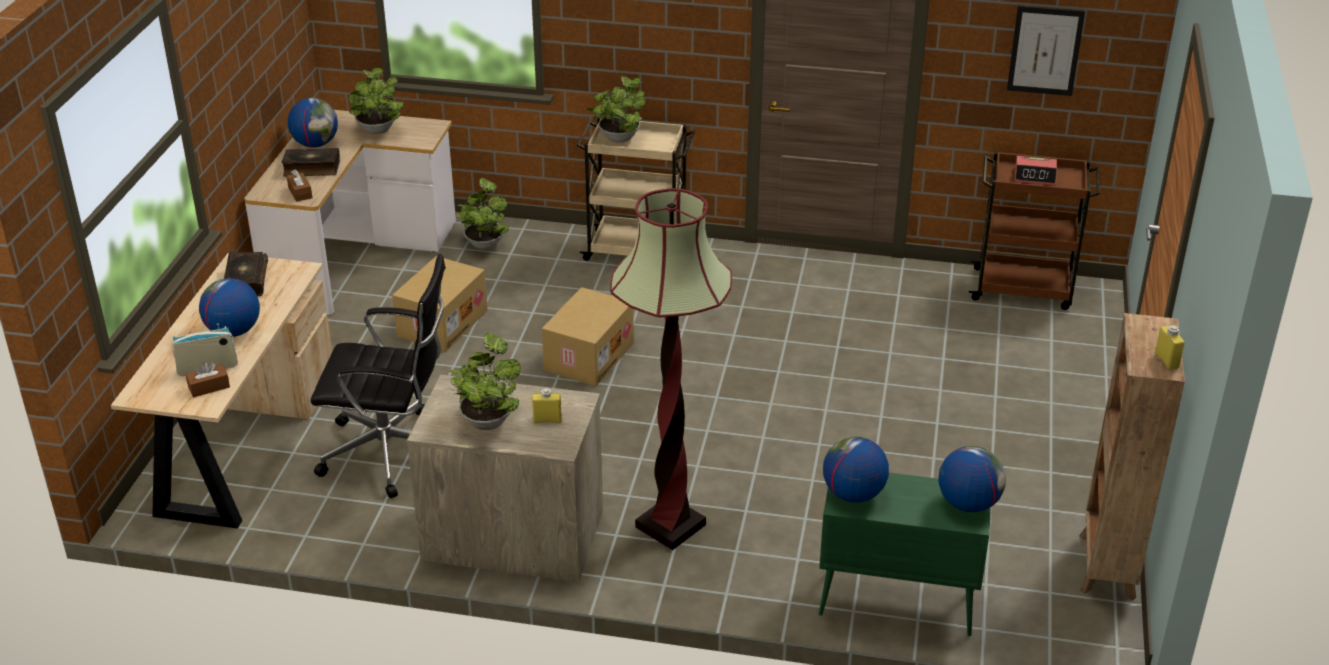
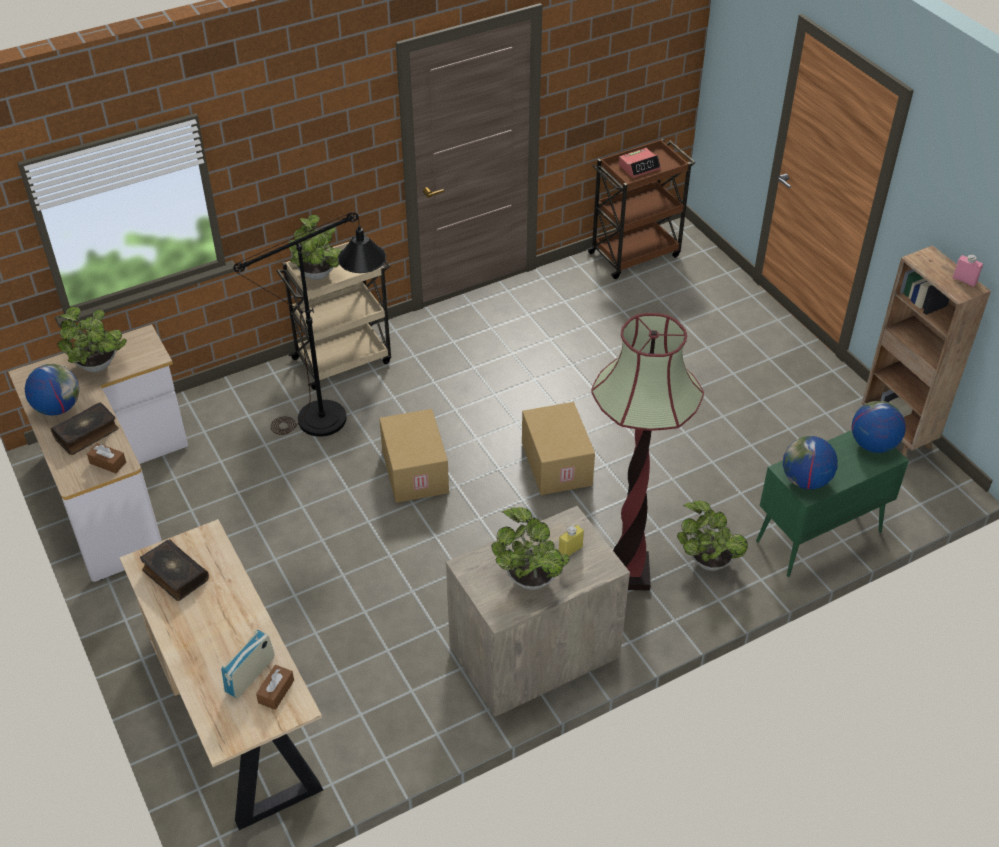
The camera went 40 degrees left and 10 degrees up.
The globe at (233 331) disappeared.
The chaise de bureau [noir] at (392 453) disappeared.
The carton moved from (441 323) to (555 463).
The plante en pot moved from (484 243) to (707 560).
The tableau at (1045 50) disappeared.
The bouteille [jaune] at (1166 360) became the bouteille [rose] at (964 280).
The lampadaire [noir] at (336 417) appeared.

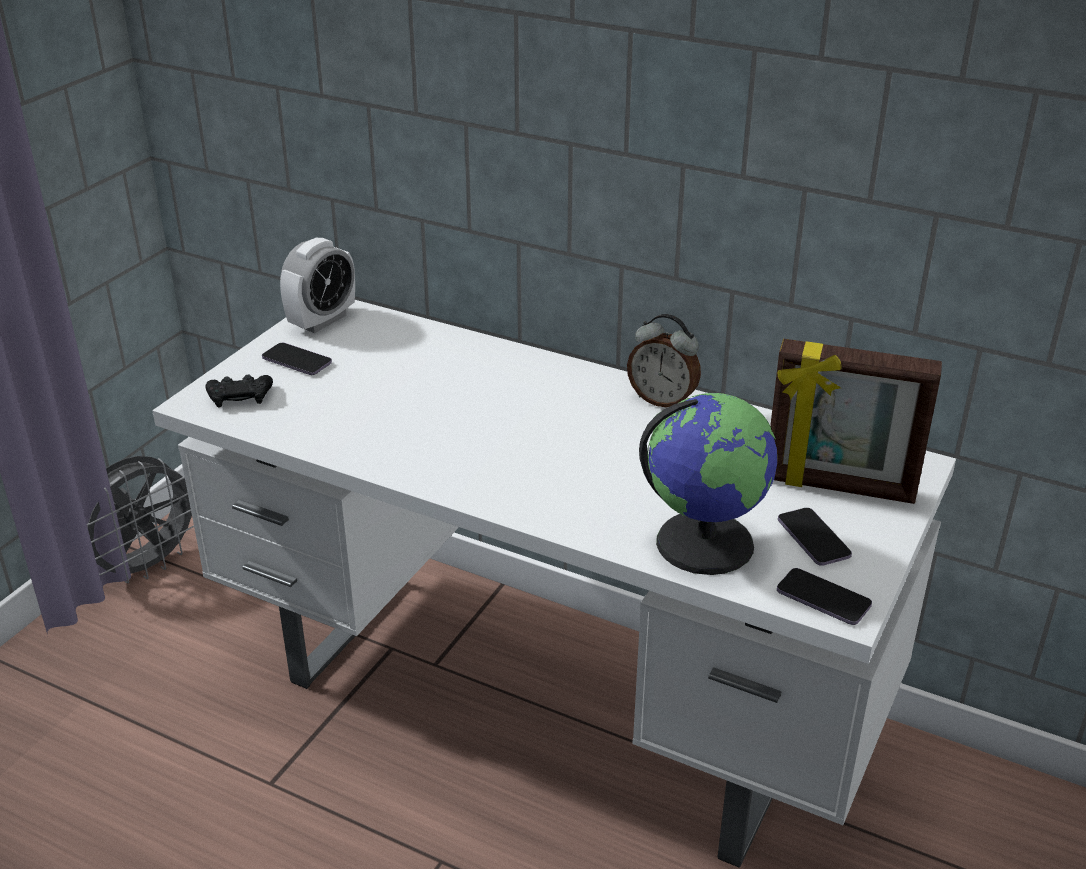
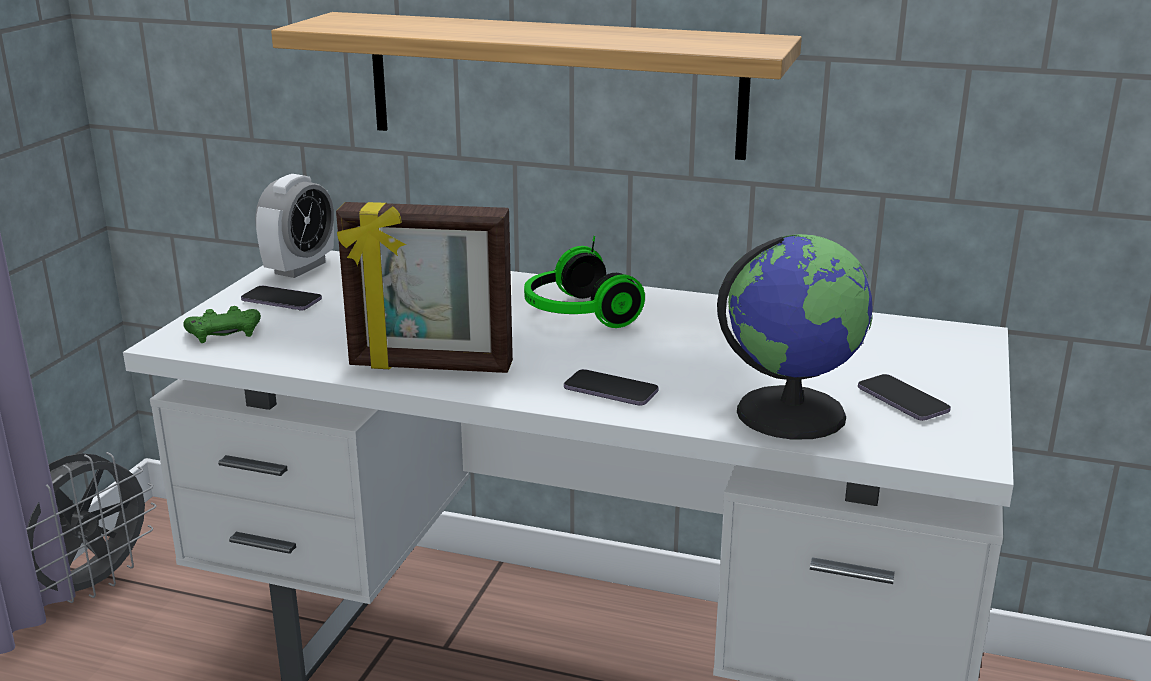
The camera went 10 degrees left and 10 degrees down.
The manette [noir] at (240 396) became the manette [vert] at (224 333).
The réveil at (662 400) disappeared.
The cadre photo moved from (839 487) to (430 366).
The téléphone moved from (823 599) to (610 390).
The étagère at (553 84) appeared.
The casque audio at (576 314) appeared.

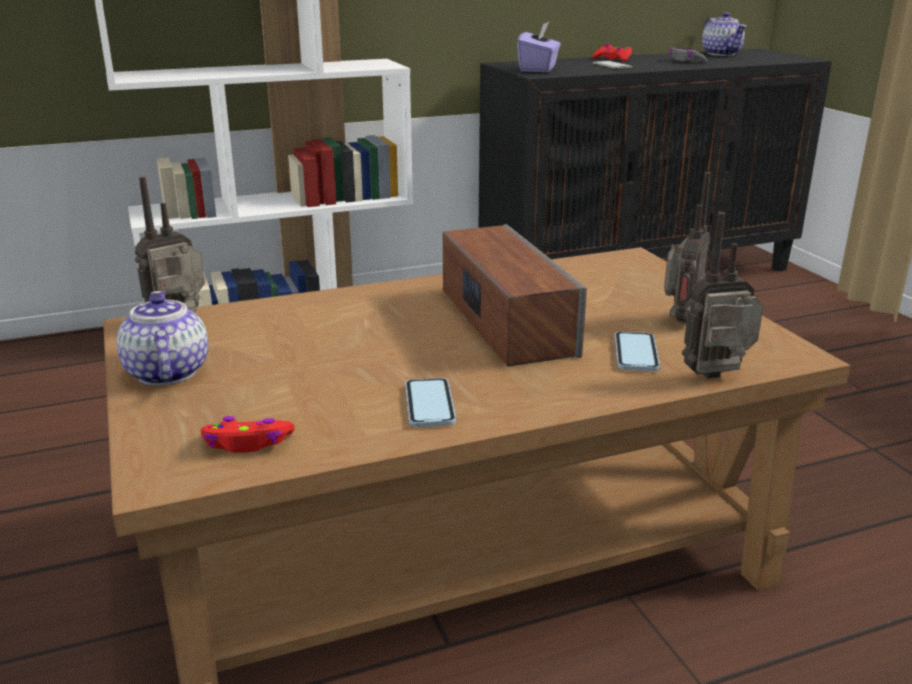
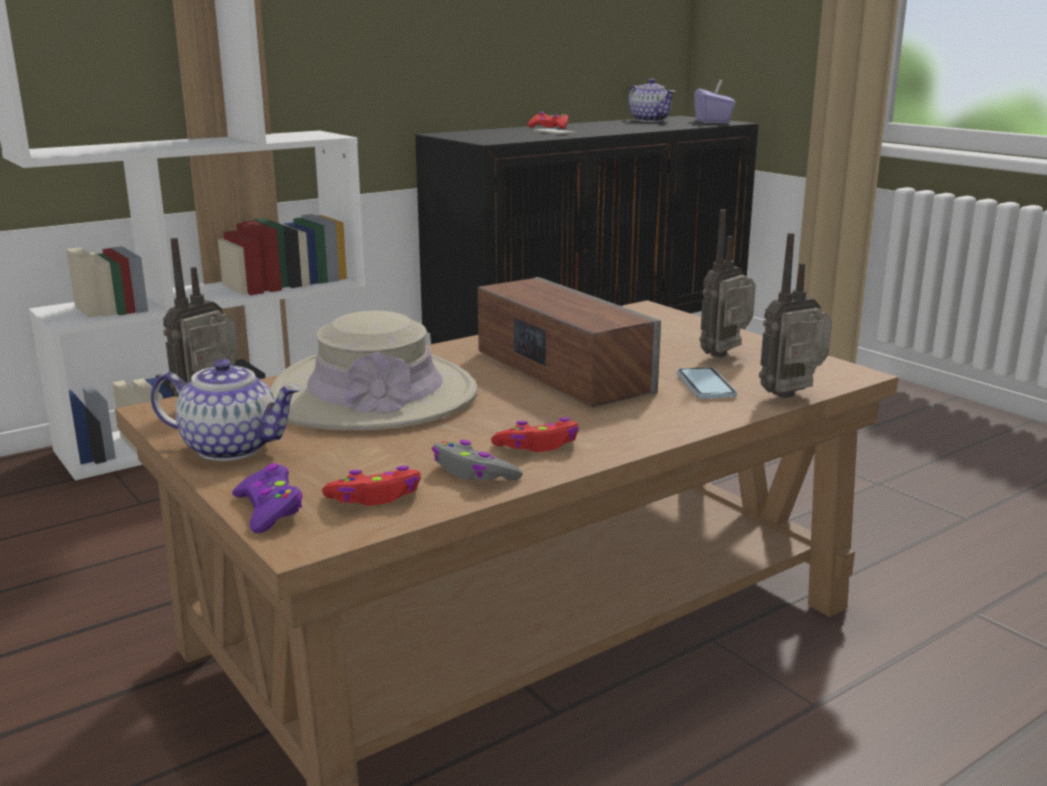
The camera went 15 degrees left and 5 degrees down.
The théière at (166 372) turned 135 degrees clockwise.
The téléphone at (429 405) was replaced by the manette [rouge] at (538 446).
The boîte à mouchoirs [violet] moved from (538 69) to (713 121).
The radio at (679 321) turned 150 degrees counterclockwise.
The manette [gris] moved from (686 61) to (474 473).
The manette [violet] at (269 509) appeared.
The chapeau [beige] at (374 395) appeared.

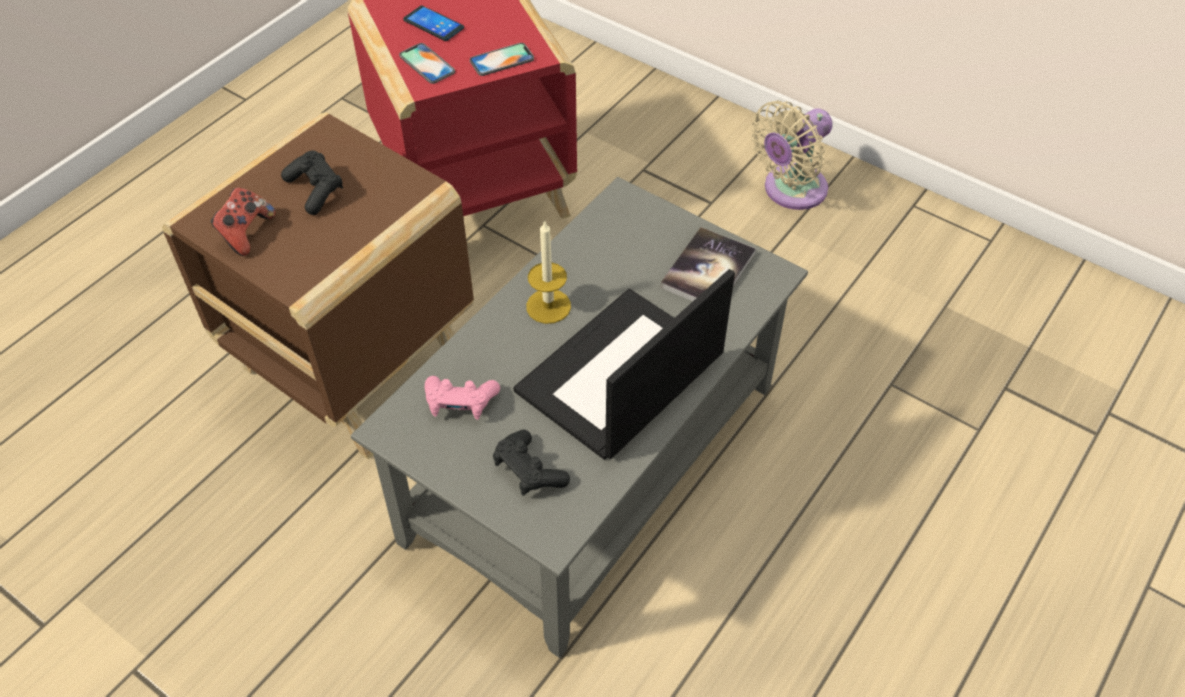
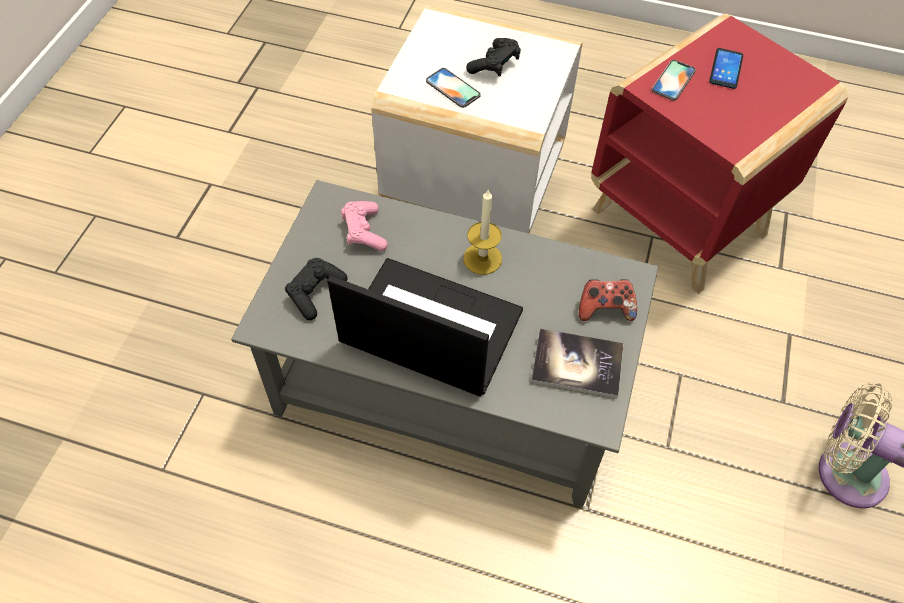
The camera went 70 degrees right and 5 degrees up.
The table d'appoint [marron] at (351 366) became the table d'appoint [blanc] at (473 204).
The manette moved from (246 233) to (604 308).
The téléphone moved from (502 60) to (453 88).

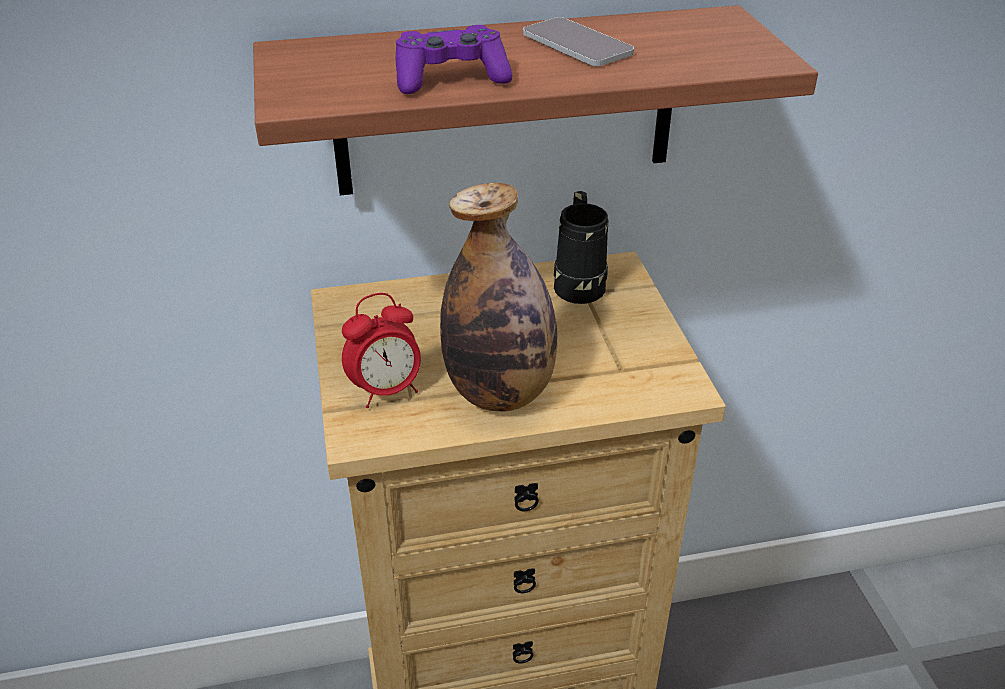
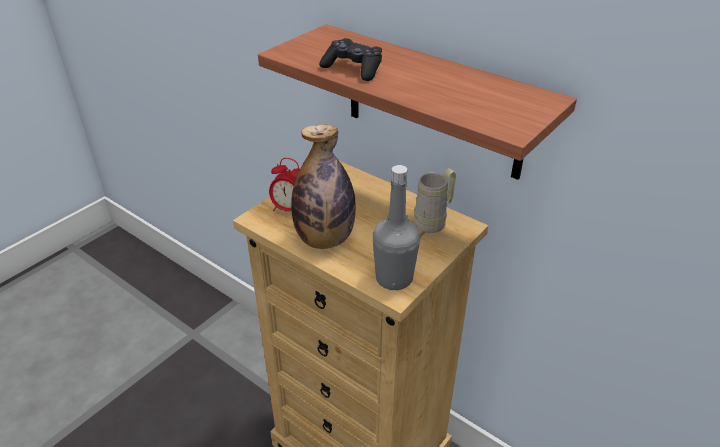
The camera went 50 degrees right and 0 degrees up.
The manette [violet] at (451 78) became the manette [noir] at (353 69).
The téléphone at (577 44) disappeared.
The mug [noir] at (579 283) became the mug [beige] at (434 221).
The bouteille [gris] at (394 278) appeared.

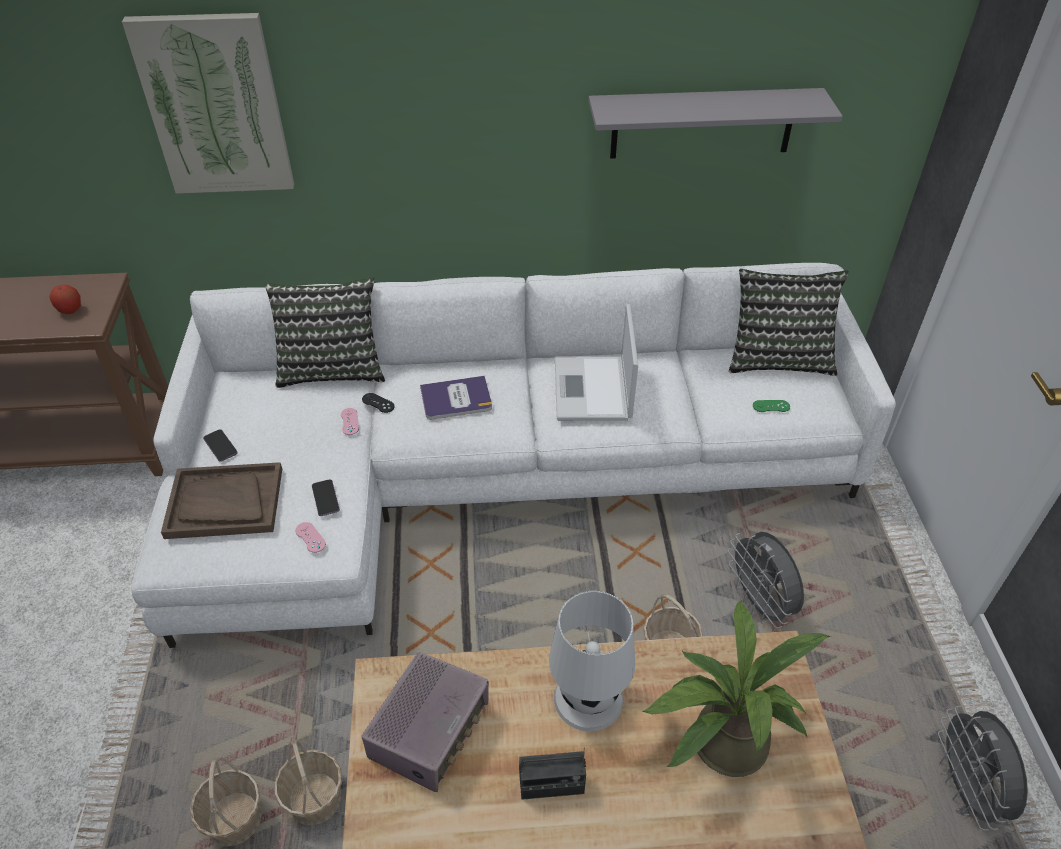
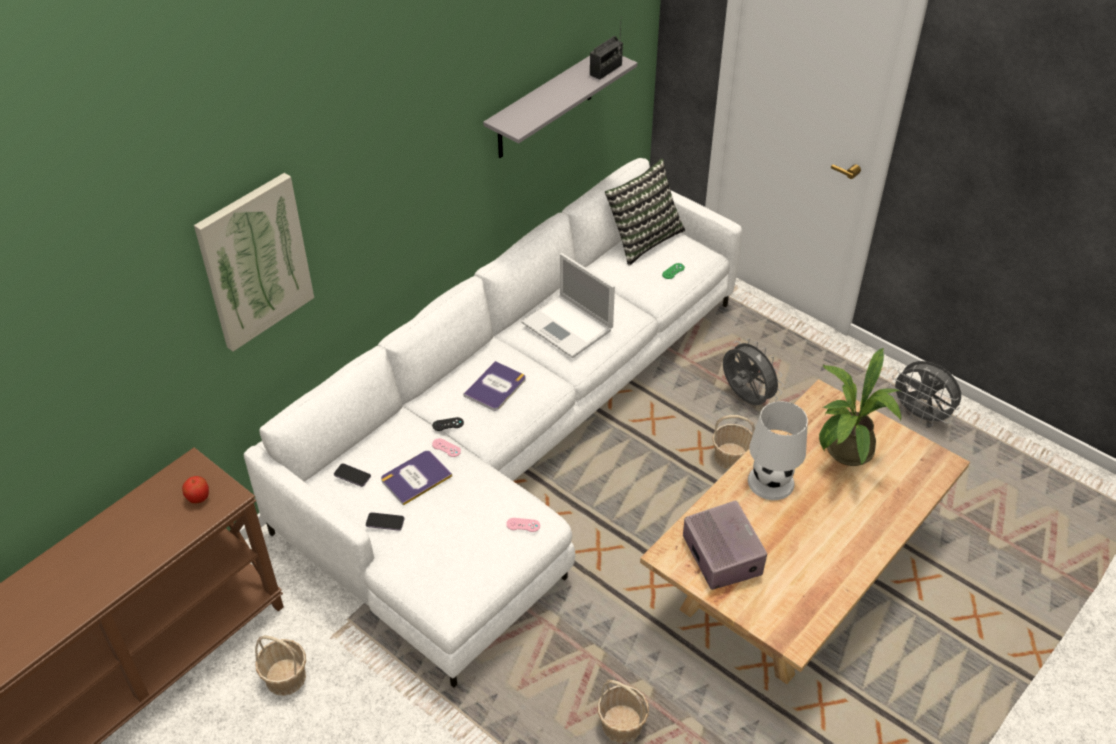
The camera went 45 degrees left and 0 degrees up.
The plateau [marron] at (224 503) disappeared.
The coussin at (332 368) disappeared.
The panier moved from (315 798) to (285 677).
The téléphone moved from (325 498) to (352 476).
The radio moved from (551 785) to (606 70).
The ventilateur [gris] at (760 604) turned 150 degrees counterclockwise.
The livre at (416 478) appeared.

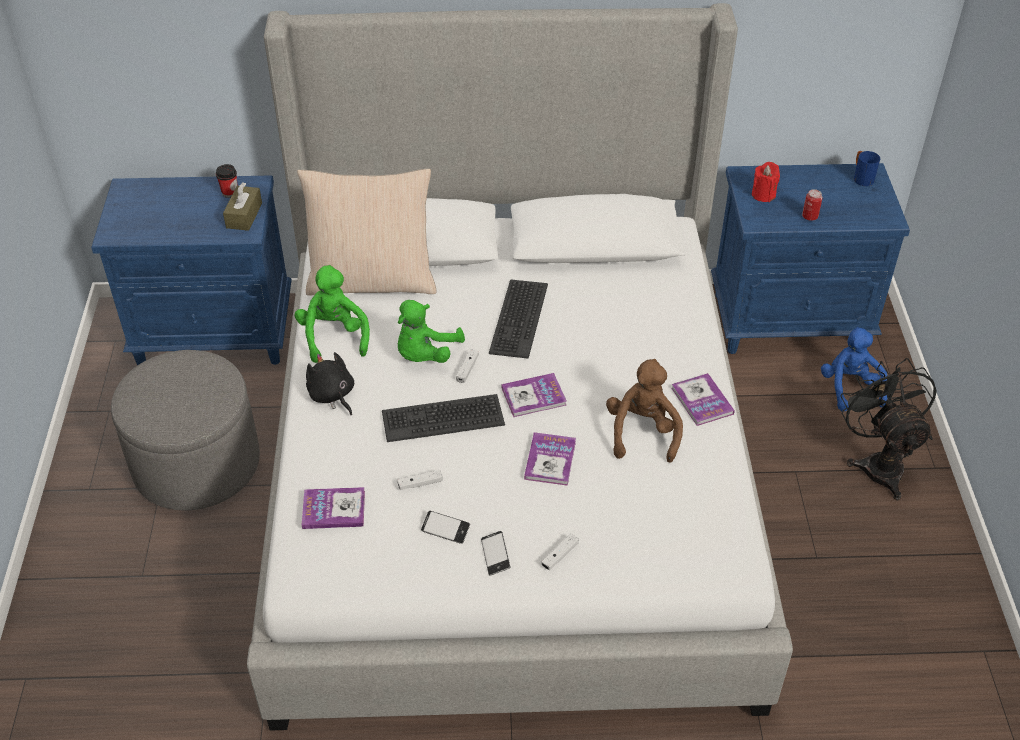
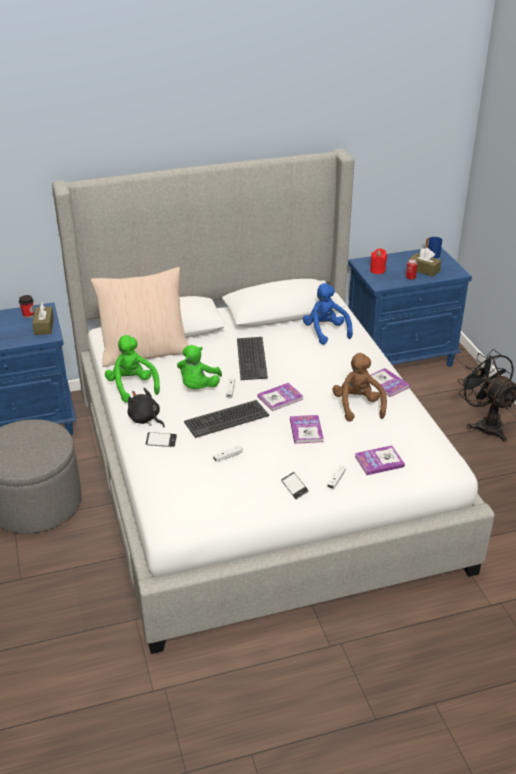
The camera went 15 degrees left and 10 degrees down.
The livre moved from (333 509) to (379 461).
The téléphone moved from (445 529) to (161 441).
The peluche [bleu] moved from (850 388) to (325 331).
The boîte à mouchoirs [marron] at (424 270) appeared.

